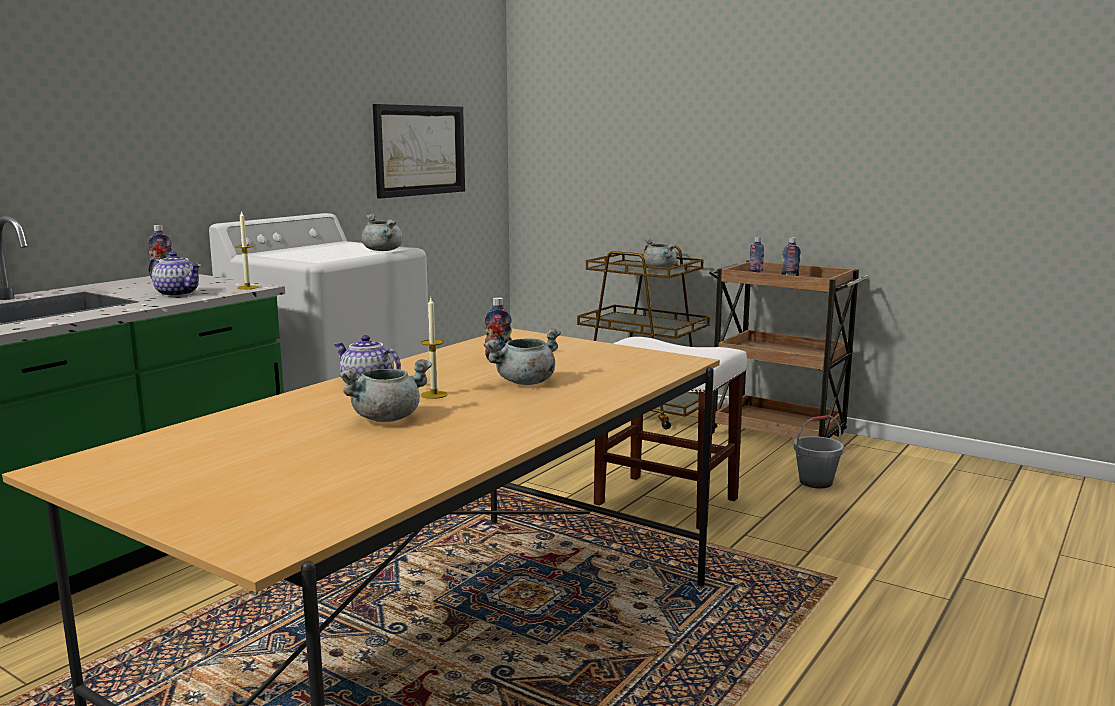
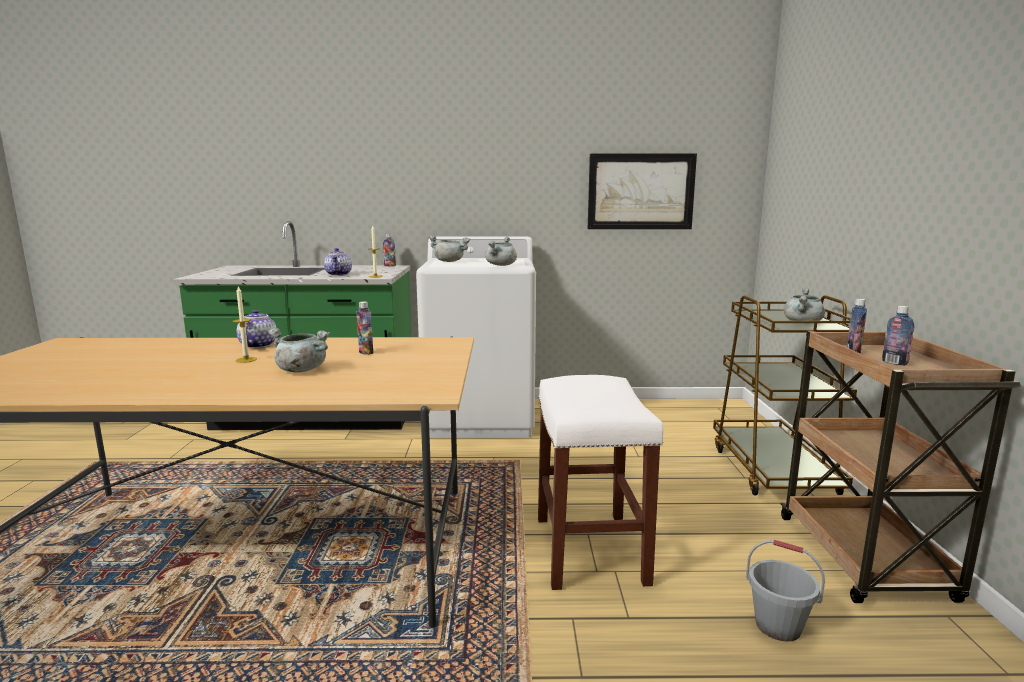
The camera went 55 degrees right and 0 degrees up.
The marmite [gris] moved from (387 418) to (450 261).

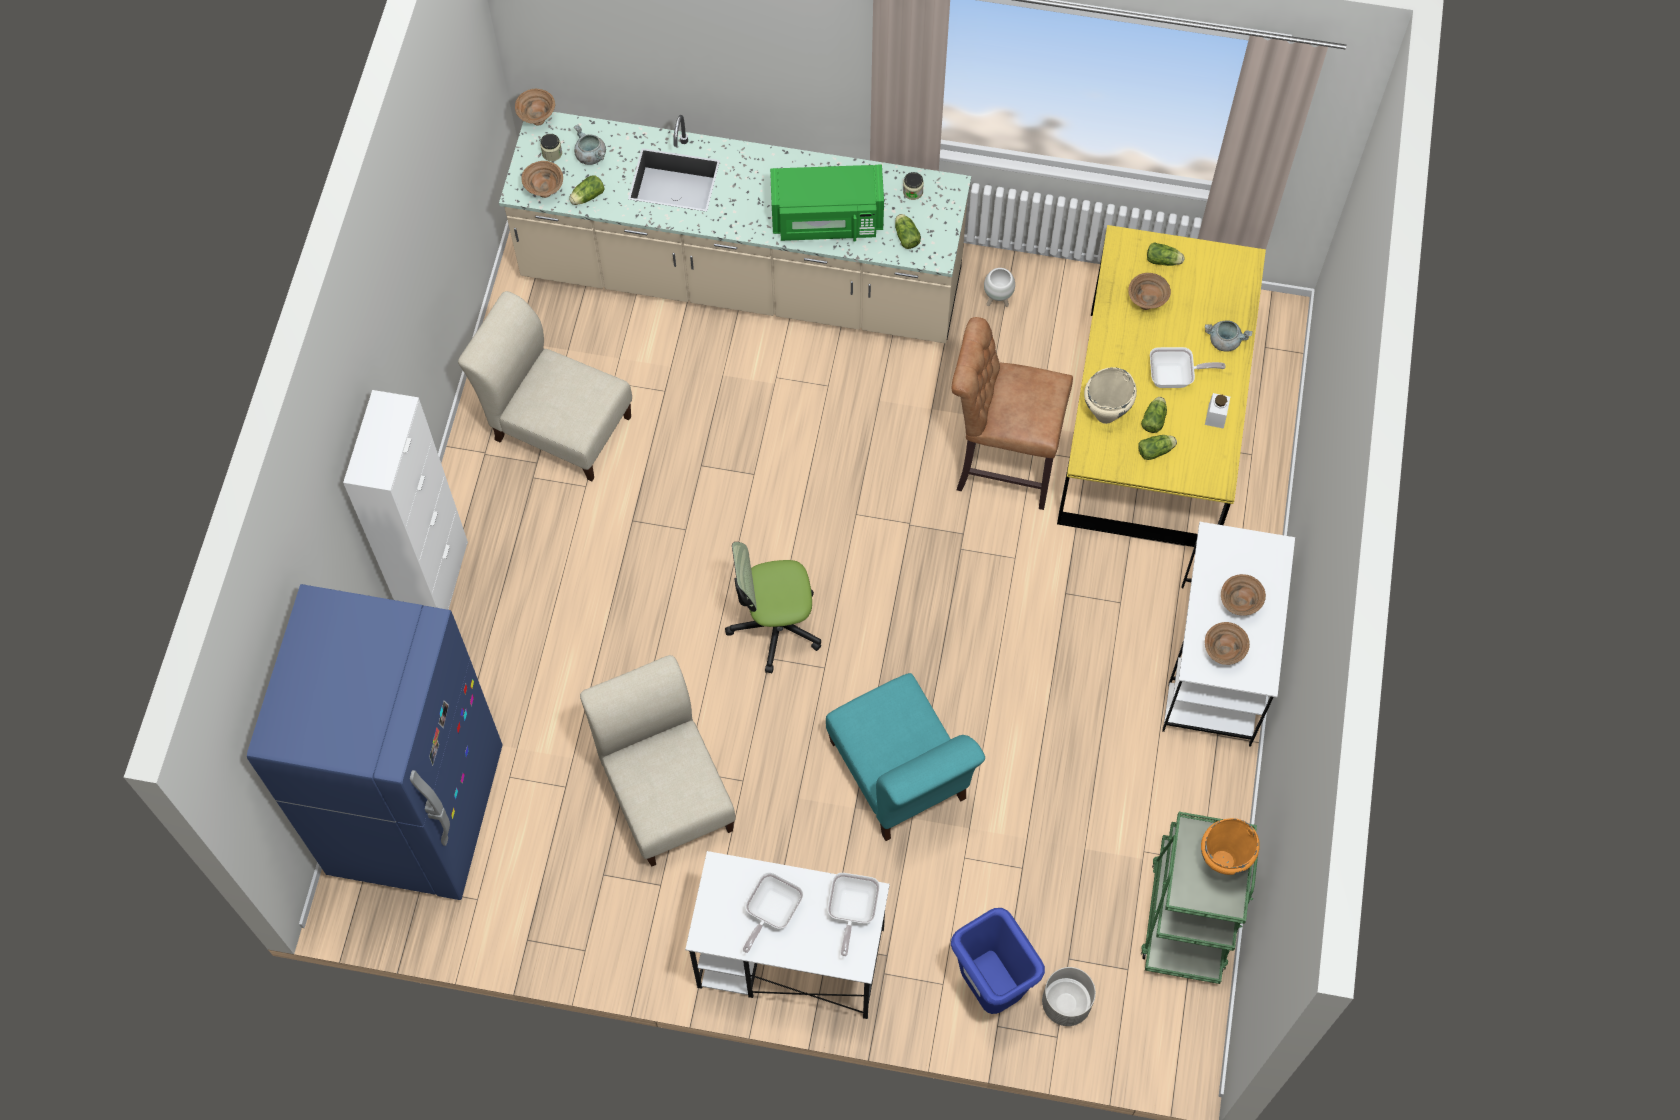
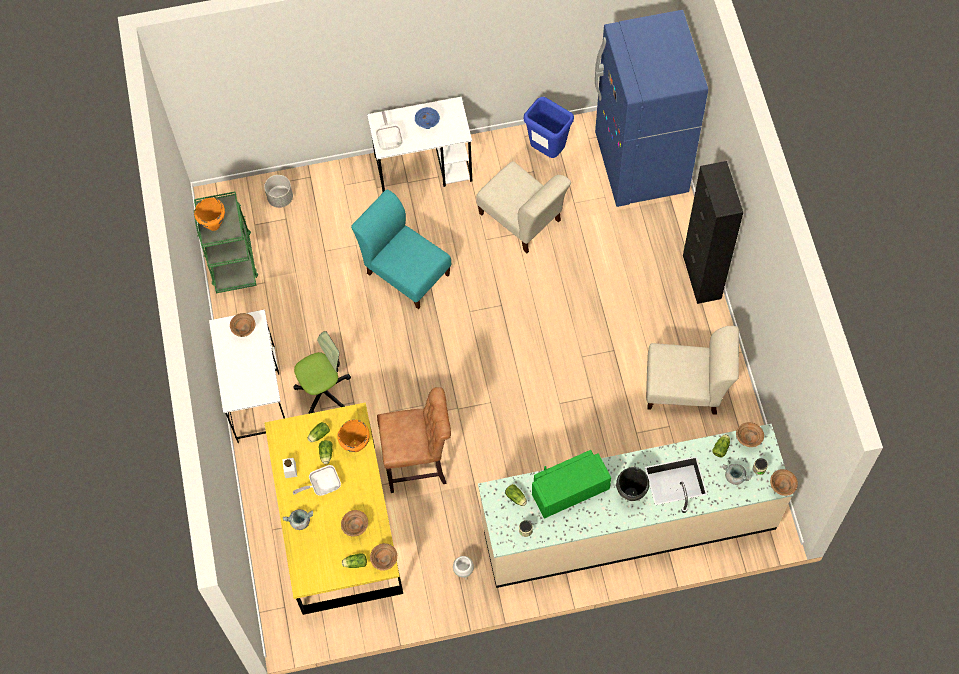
The camera went 160 degrees right and 0 degrees up.
The meuble de rangement [blanc] at (435 580) became the meuble de rangement [noir] at (701 277).
The chaise de bureau moved from (775 626) to (324 390).
The poêle at (771 912) was replaced by the bol [bleu] at (428 125).
The poubelle [bleu] moved from (991 988) to (547 150).
The marmite [beige] at (1106 414) became the marmite [orange] at (355 446).
The bol [marron] moved from (1238 606) to (384 561).
The marmite [noir] at (631 493) appeared.

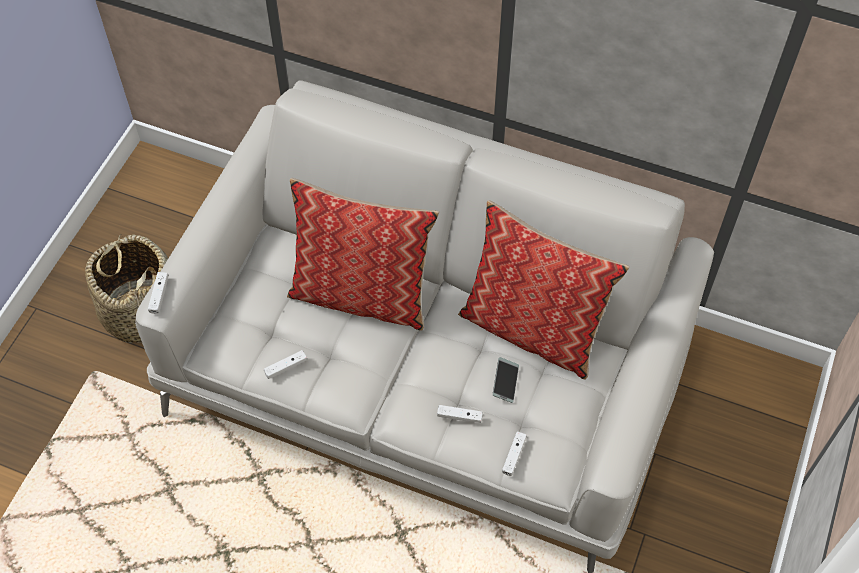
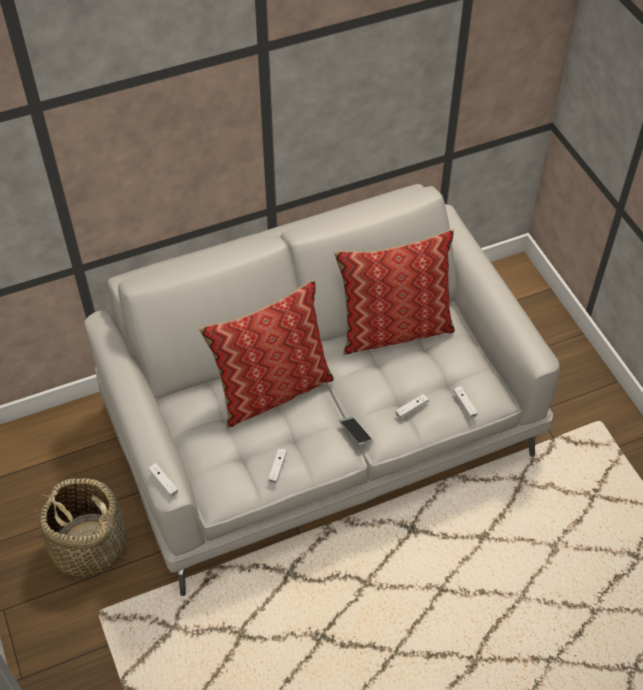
The camera went 45 degrees left and 5 degrees down.
The téléphone moved from (505 382) to (355 433).

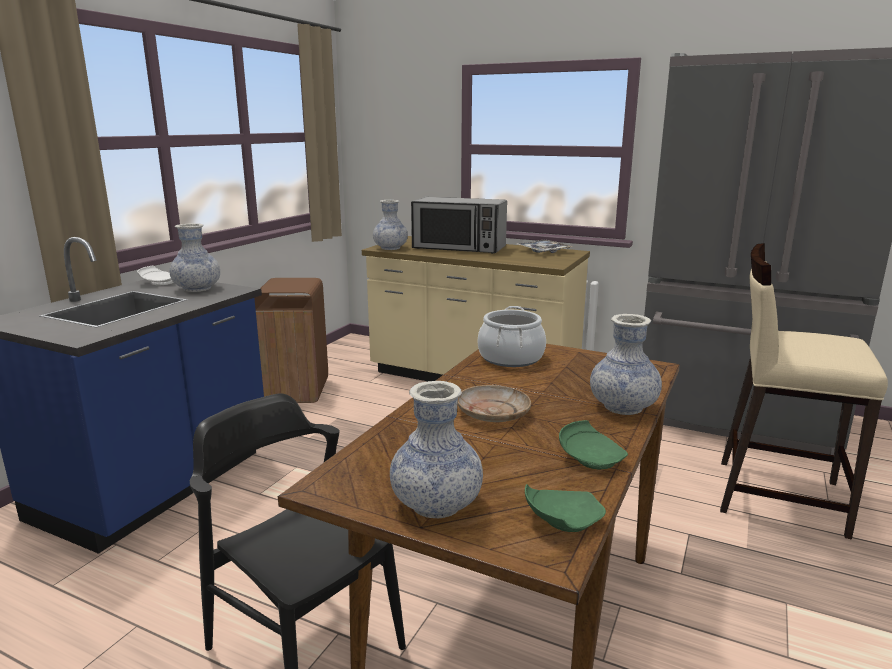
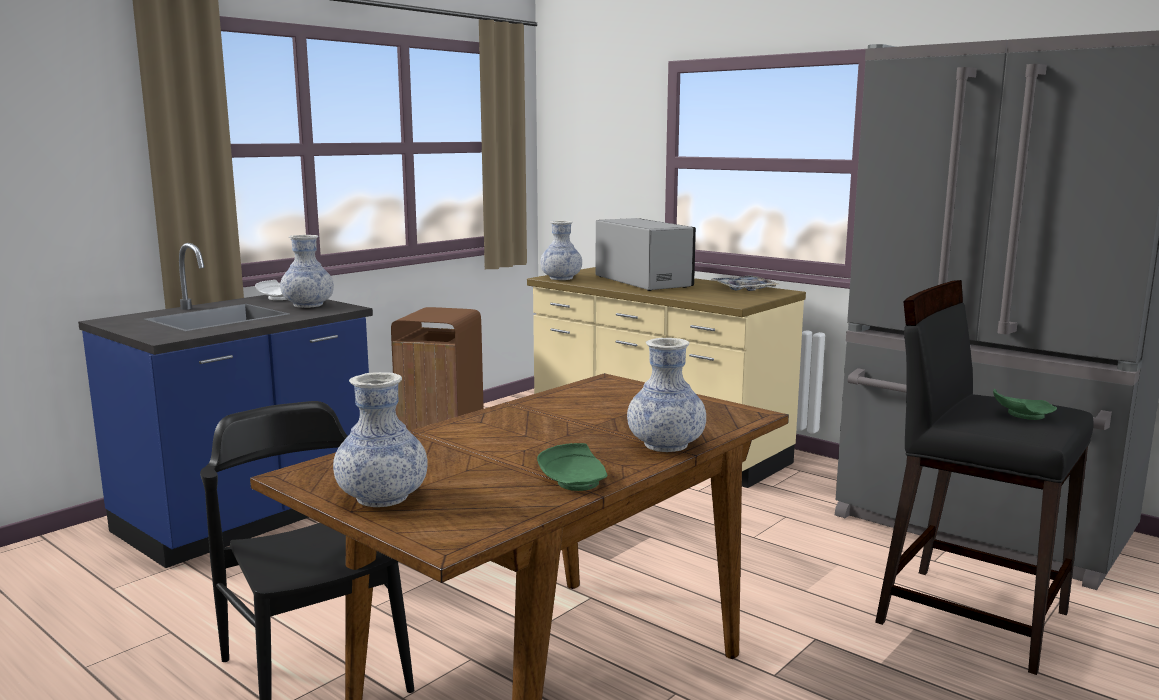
The camera went 15 degrees right and 5 degrees down.
The micro-ondes at (459 248) turned 150 degrees counterclockwise.
The assiette [beige] at (493 413) disappeared.
The marmite at (510 358) disappeared.
The assiette [vert] moved from (561 520) to (1021 415).
The tabouret [beige] at (777 495) became the tabouret [noir] at (970 616).

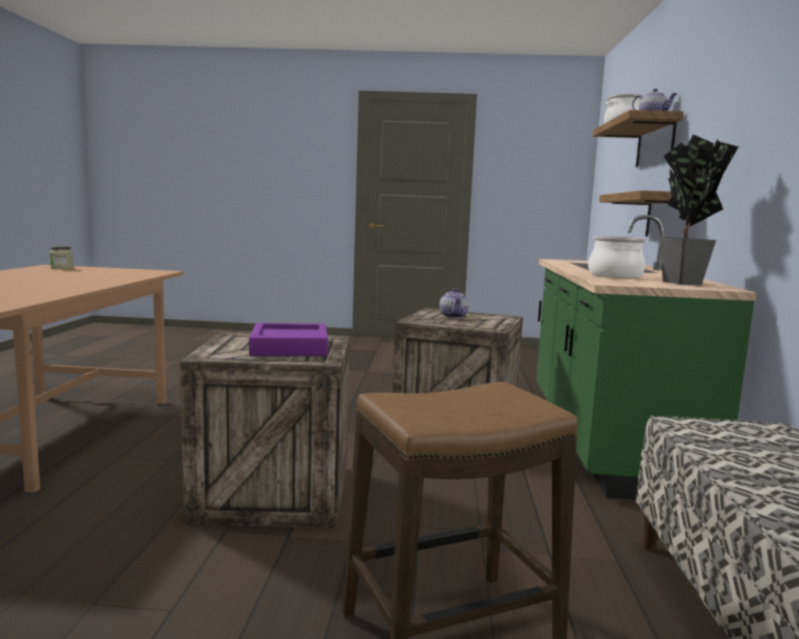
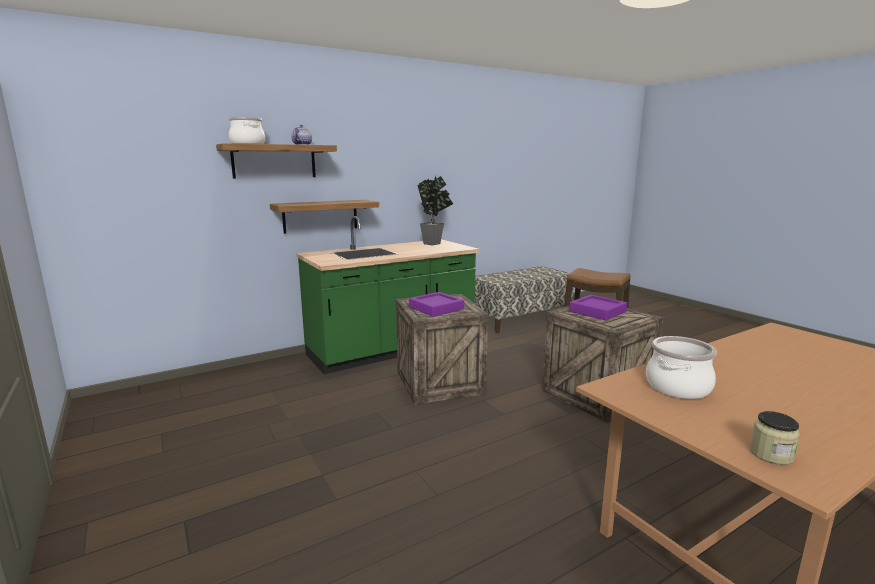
The camera went 125 degrees left and 5 degrees up.
The théière at (454 316) was replaced by the plateau [violet] at (436 308).
The marmite moved from (615 276) to (677 387).

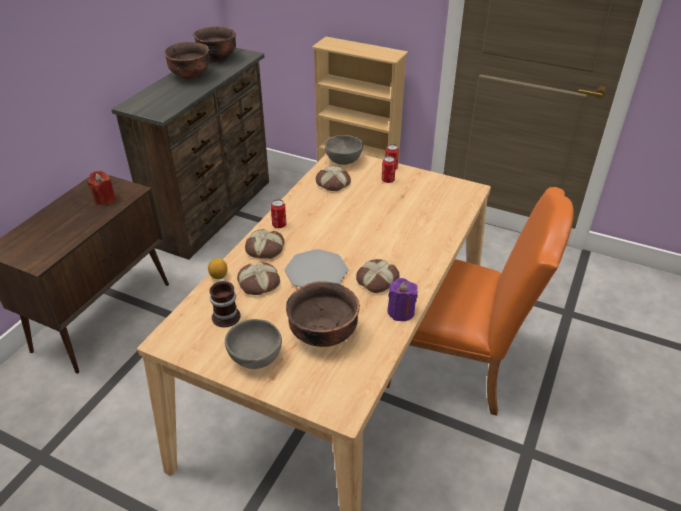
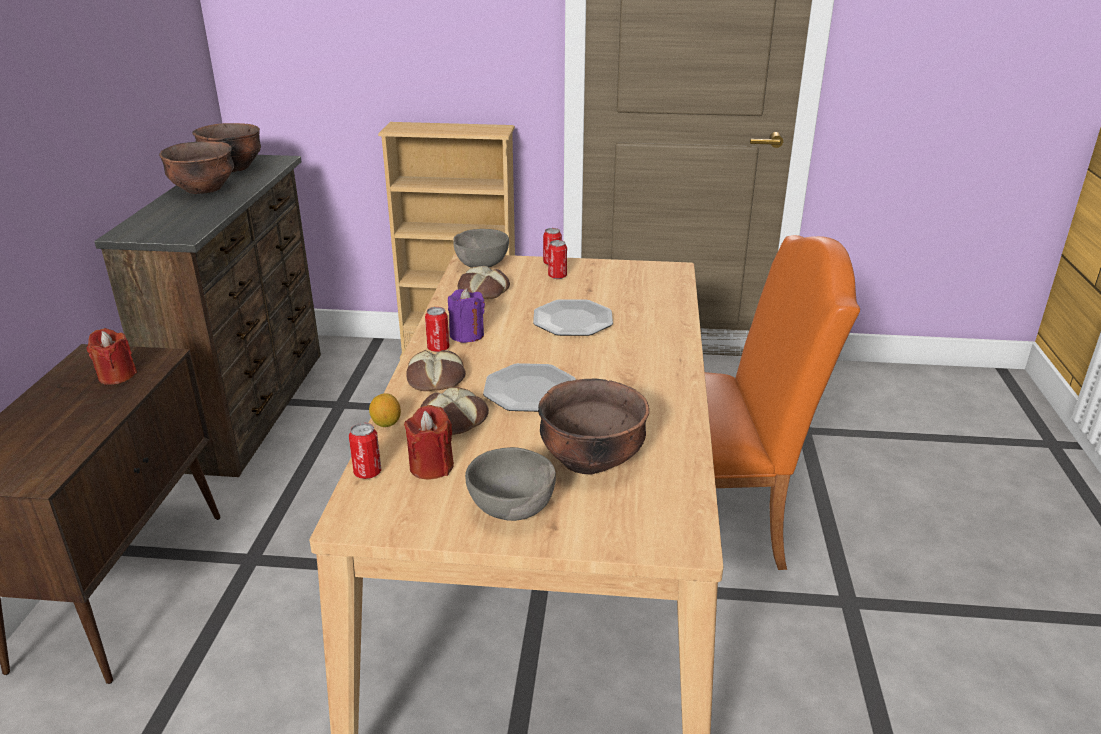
The camera went 20 degrees left and 10 degrees down.
The mug at (227 314) was replaced by the bougie [rouge] at (431 466).
The pain at (377 279) disappeared.
The bougie [violet] moved from (401 312) to (467 335).
The boîte métallique at (367 473) appeared.
The assiette at (573 320) appeared.

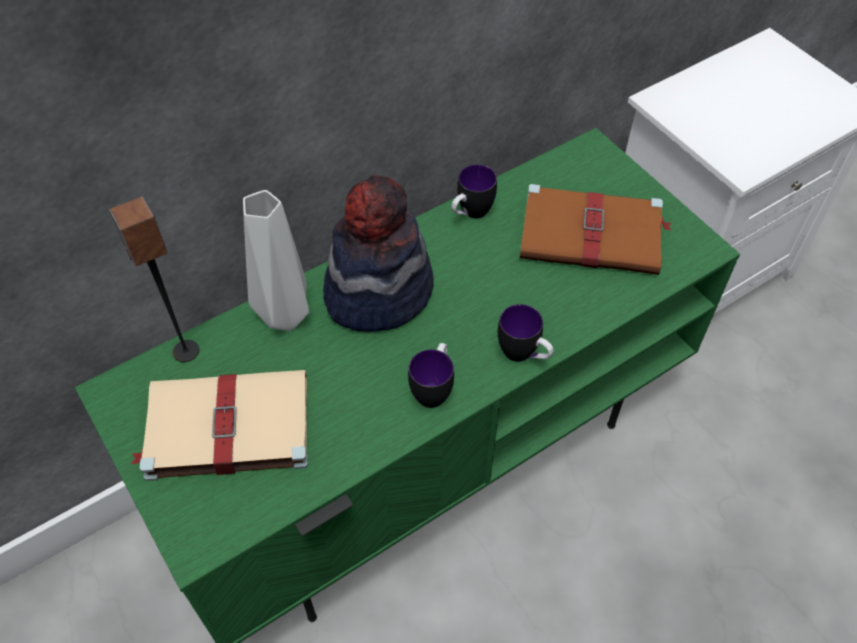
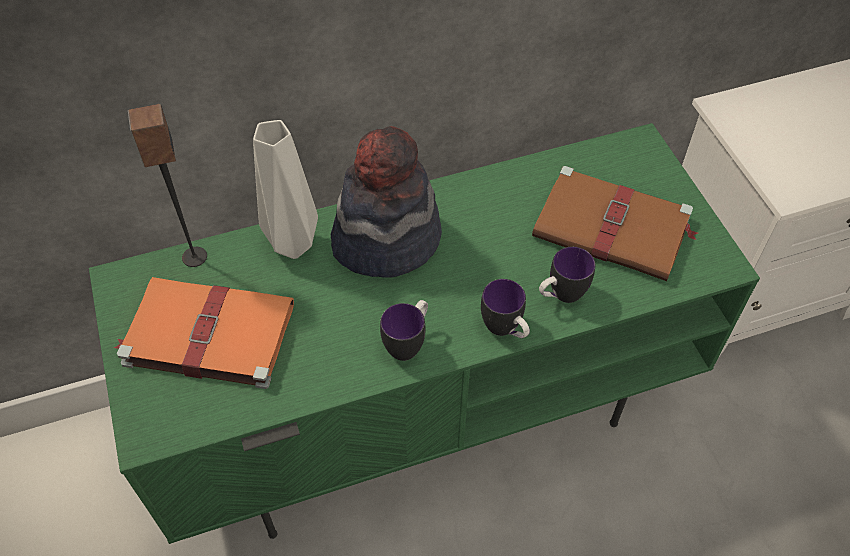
The camera went 15 degrees right and 0 degrees up.
The livre [beige] at (225 427) became the livre [orange] at (206 334).
The mug moved from (470 214) to (560 296).

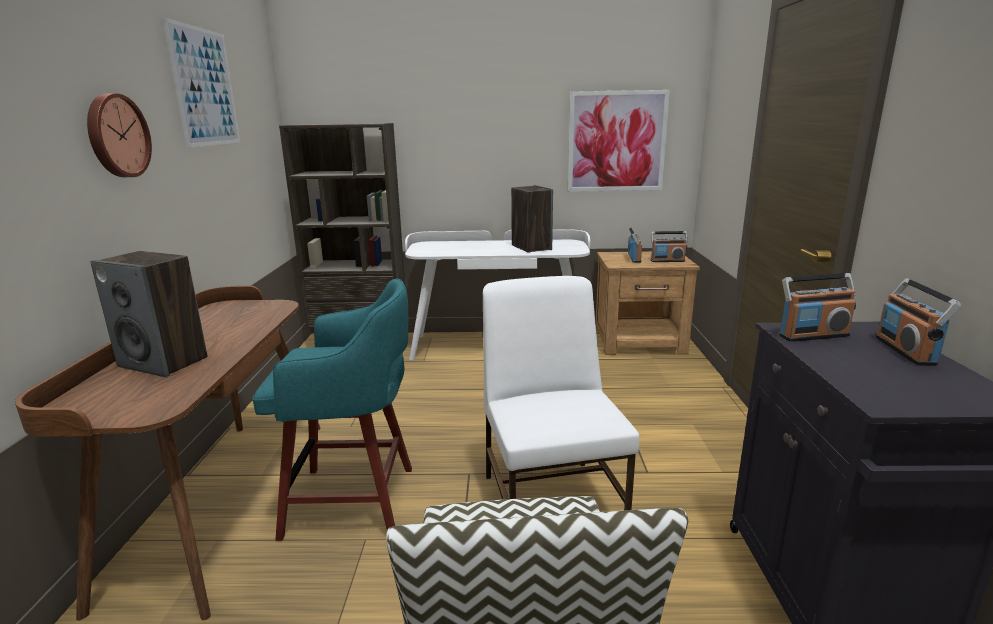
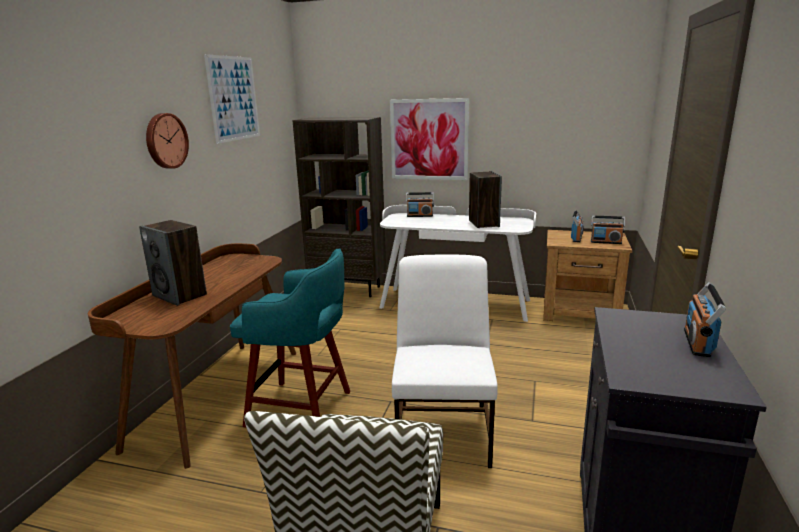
The camera went 15 degrees right and 0 degrees up.
The tableau moved from (616 142) to (429 139).
The radio moved from (813 335) to (420 216).

